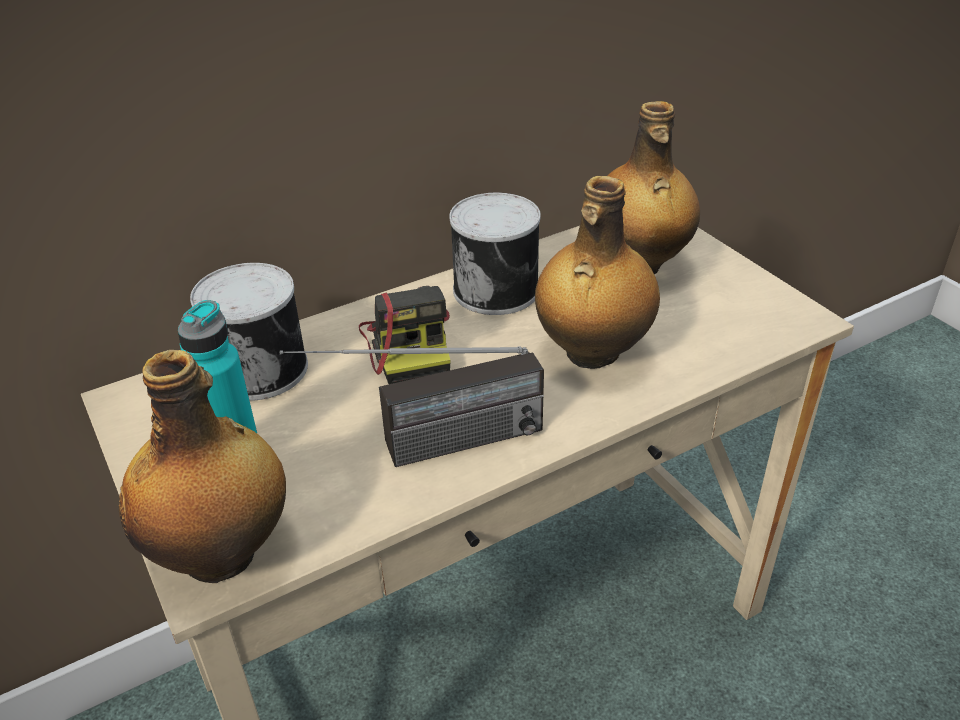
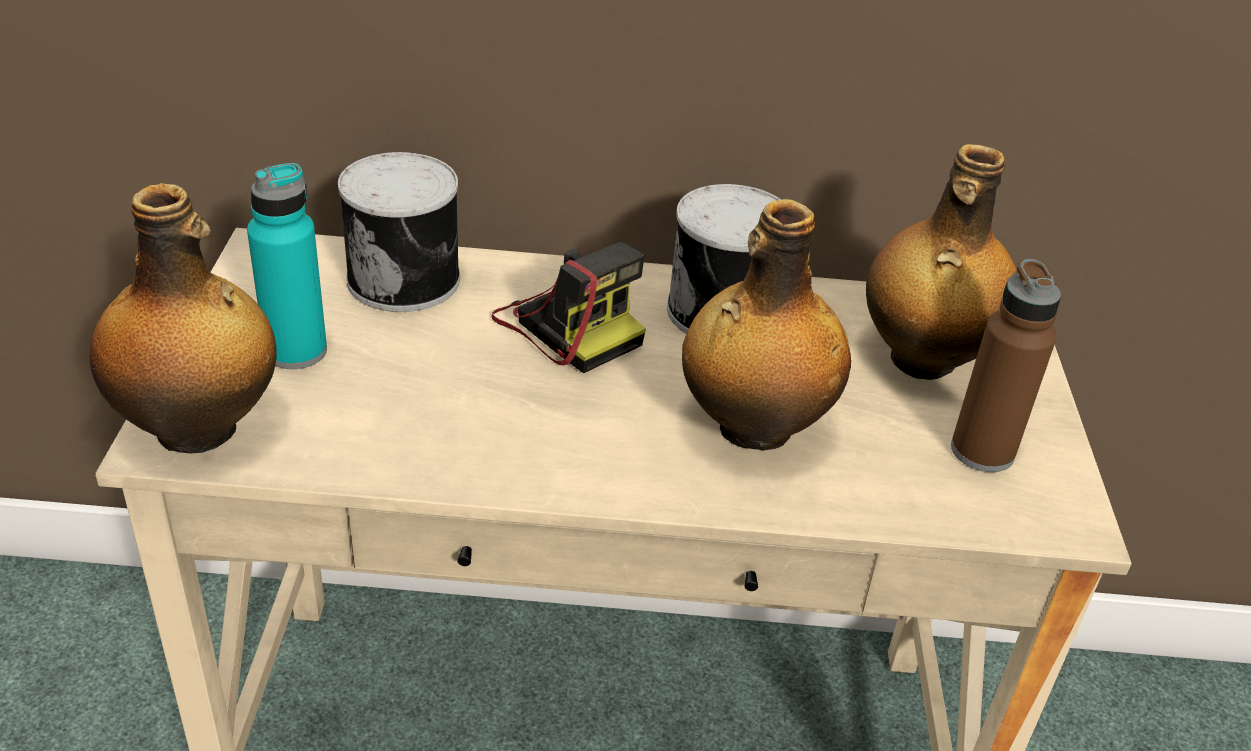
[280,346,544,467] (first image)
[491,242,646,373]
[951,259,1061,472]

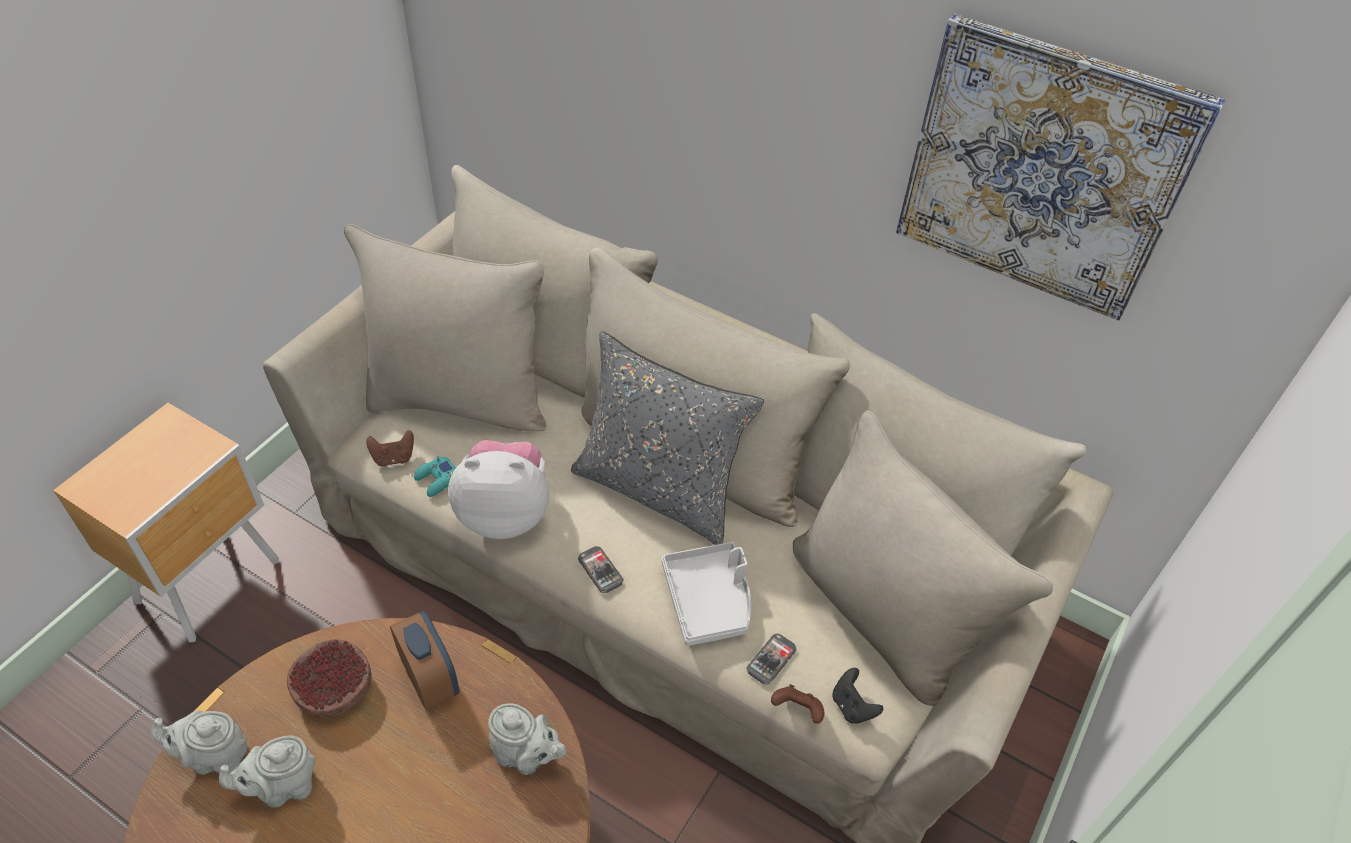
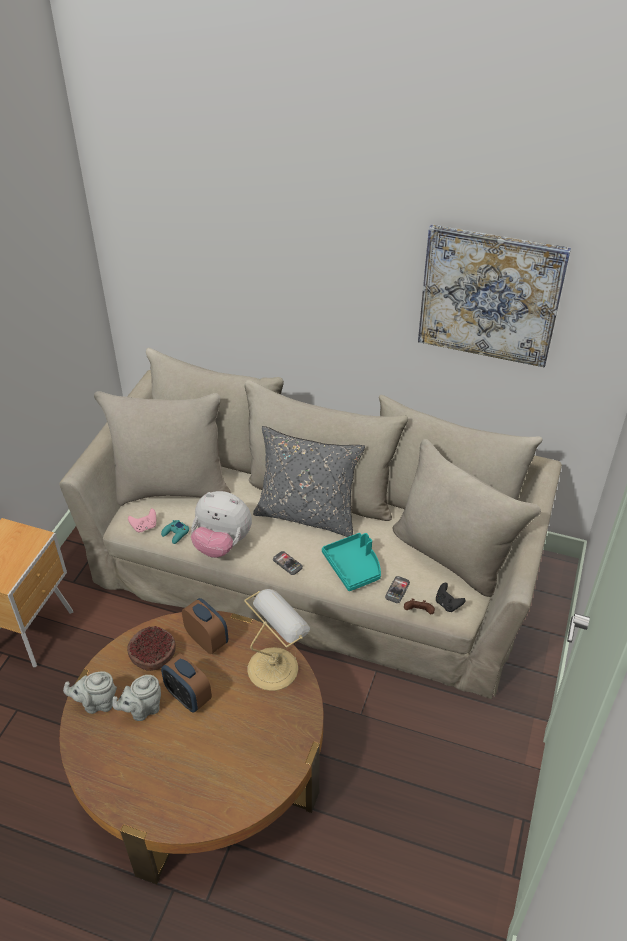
[128,508,156,532]
[191,491,252,558]
[244,589,310,691]
[322,533,381,591]
[161,653,212,713]

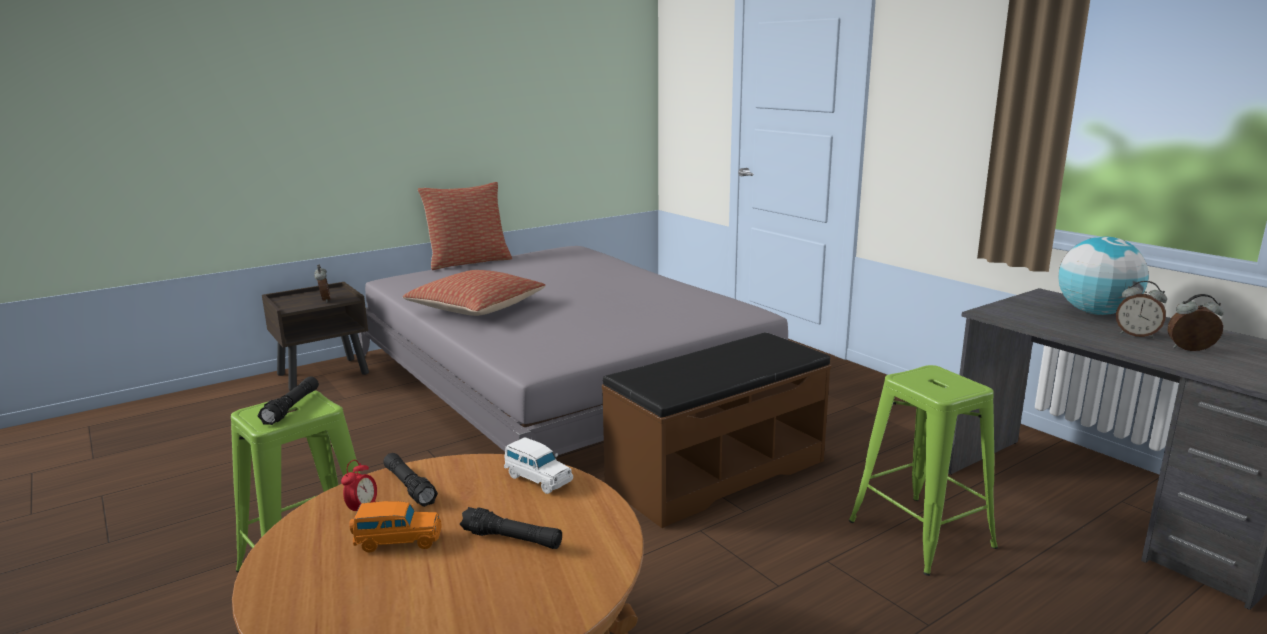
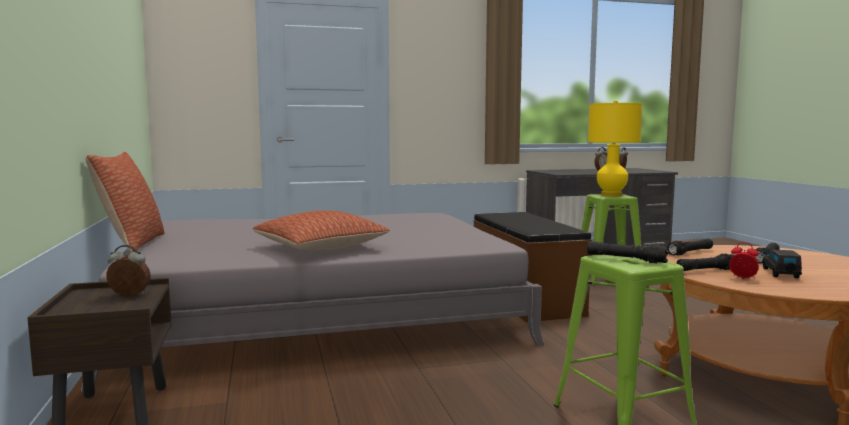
[762,250,802,278]
[667,239,713,256]
[1059,236,1149,315] (first image)
[588,100,642,197]

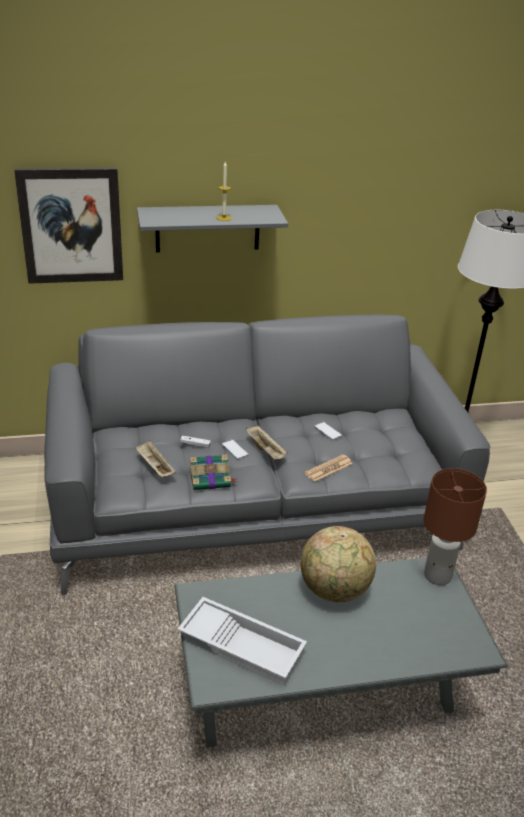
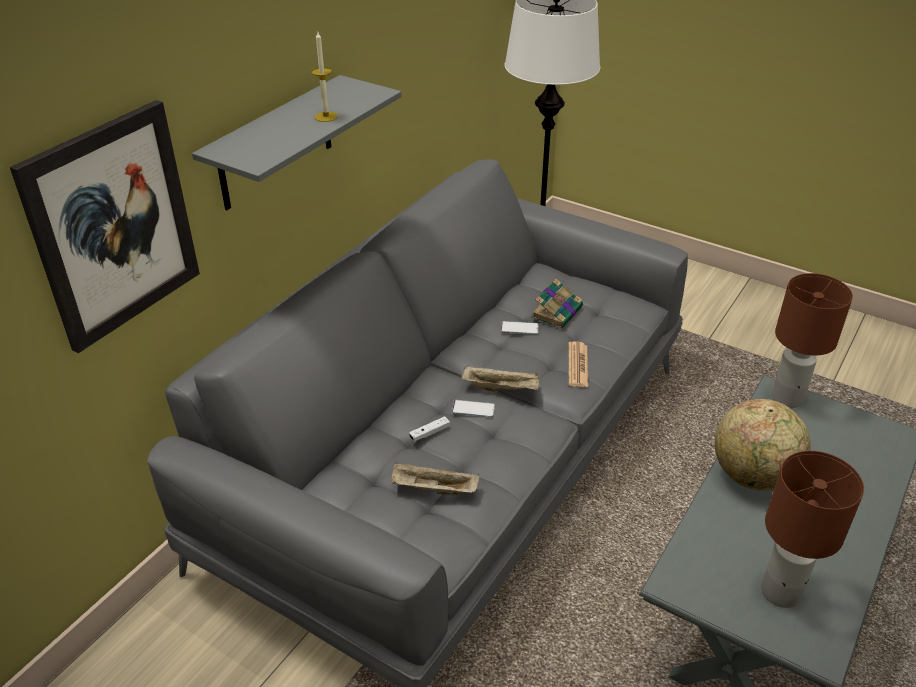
[761,451,864,608]
[531,278,583,329]

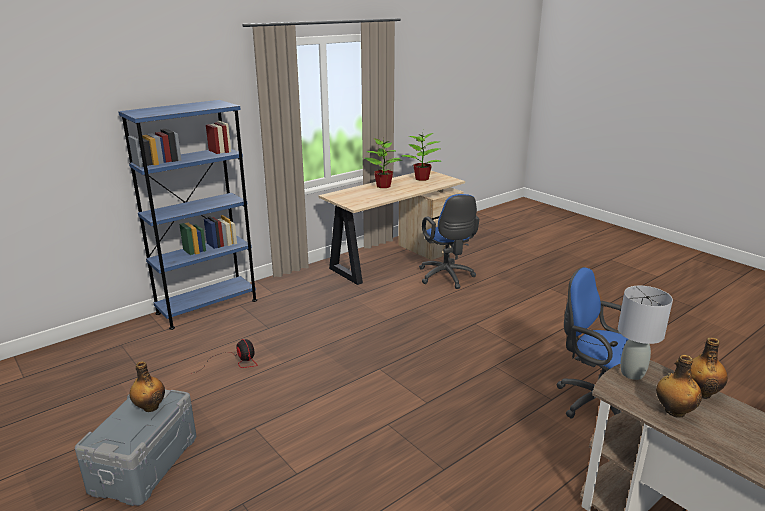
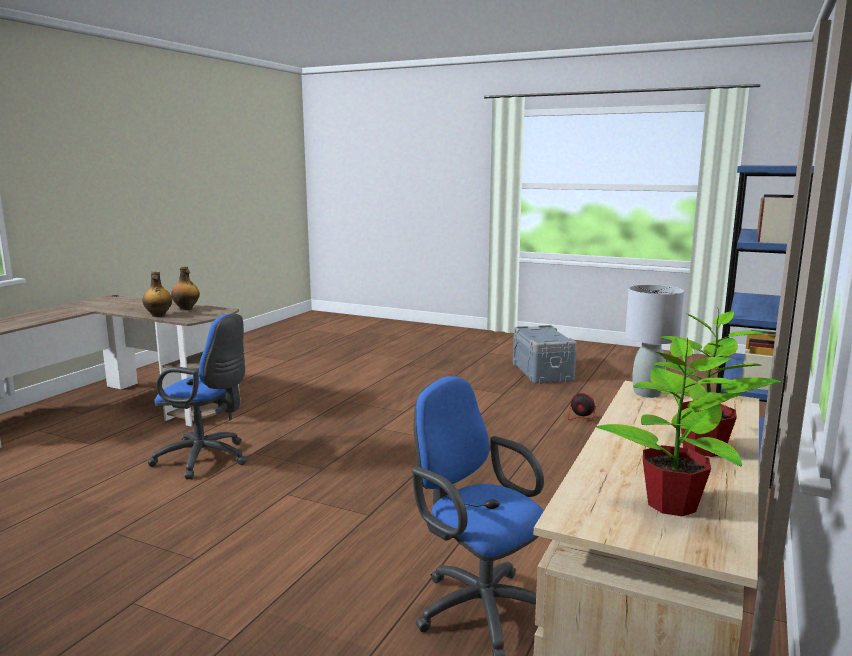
[129,361,165,412] (first image)
[625,285,684,398]

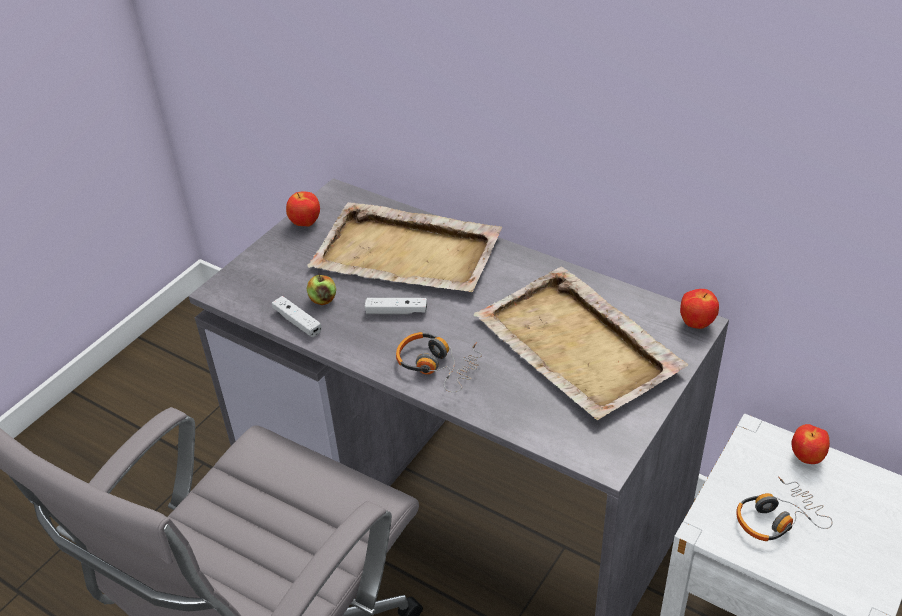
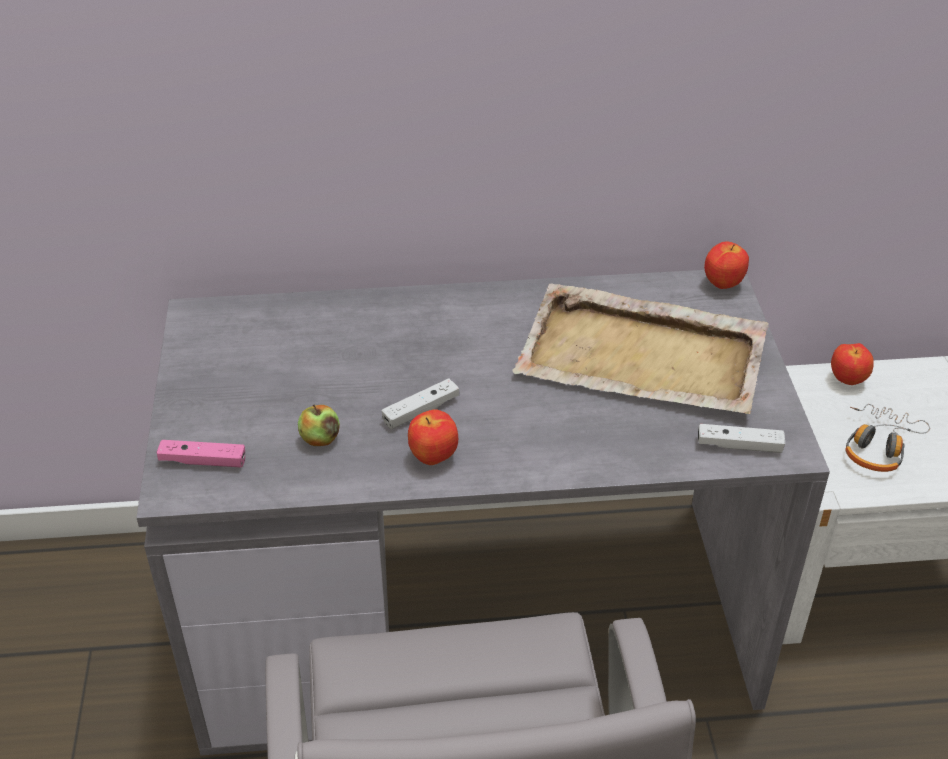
[698,424,785,453]
[408,409,458,465]
[307,202,502,292] (first image)
[396,332,482,392] (first image)
[157,440,245,467]

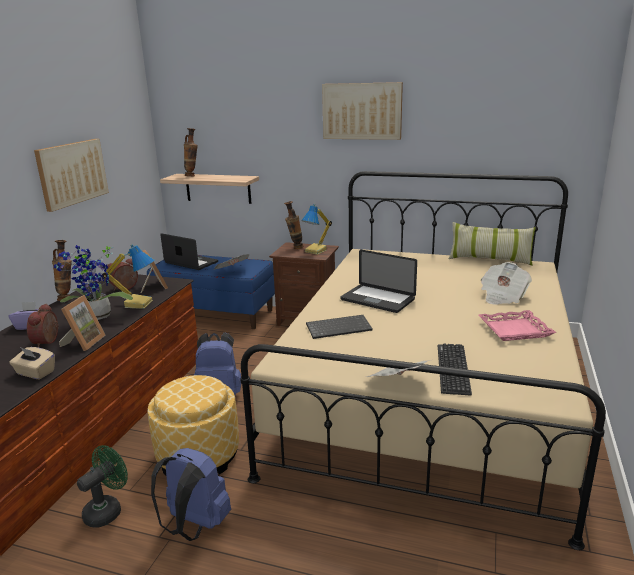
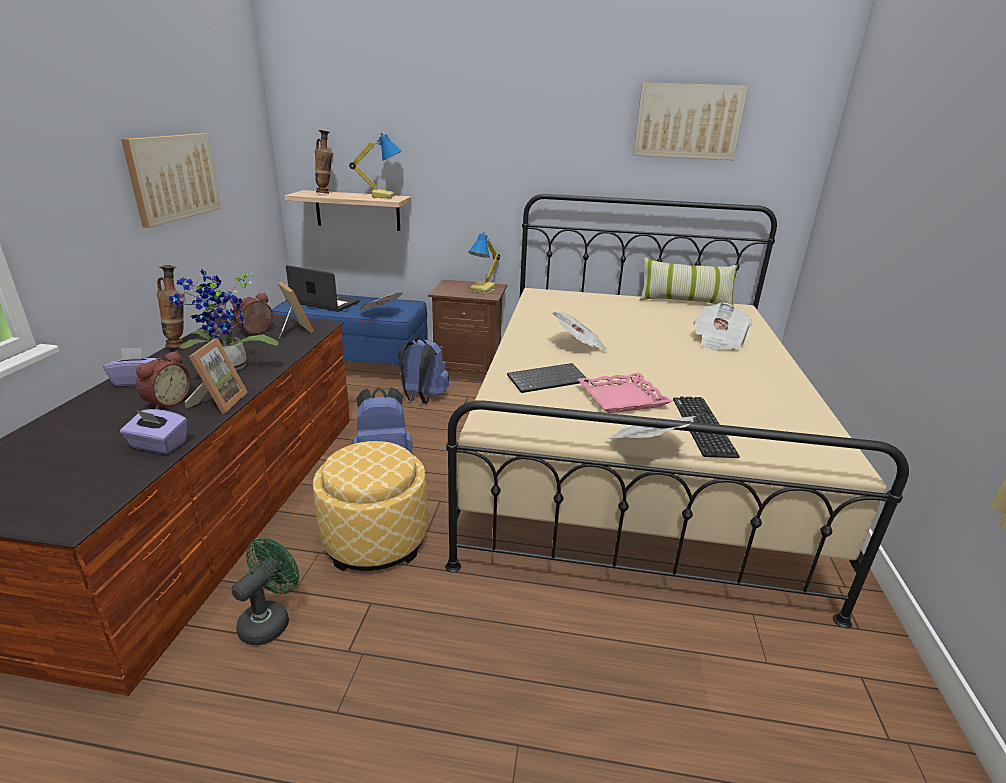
[120,409,187,454]
[136,351,191,409]
[349,133,402,199]
[398,338,449,404]
[284,201,304,249] (first image)
[633,82,748,160]
[551,311,609,351]
[577,373,672,413]

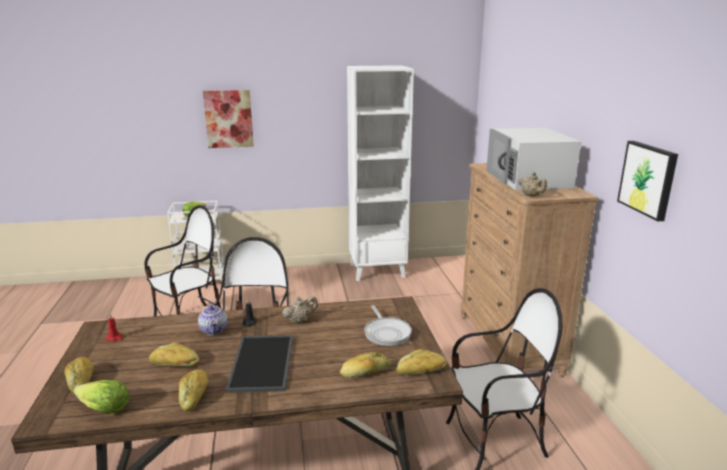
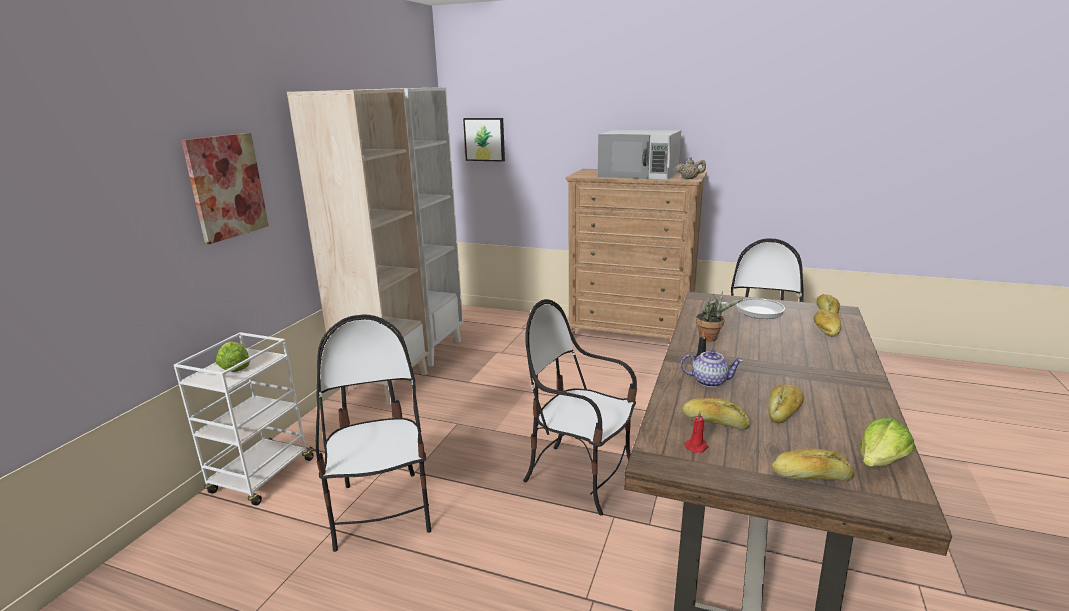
[682,398,750,429]
[226,335,293,393] (first image)
[696,291,742,342]
[463,118,505,162]
[287,89,430,406]

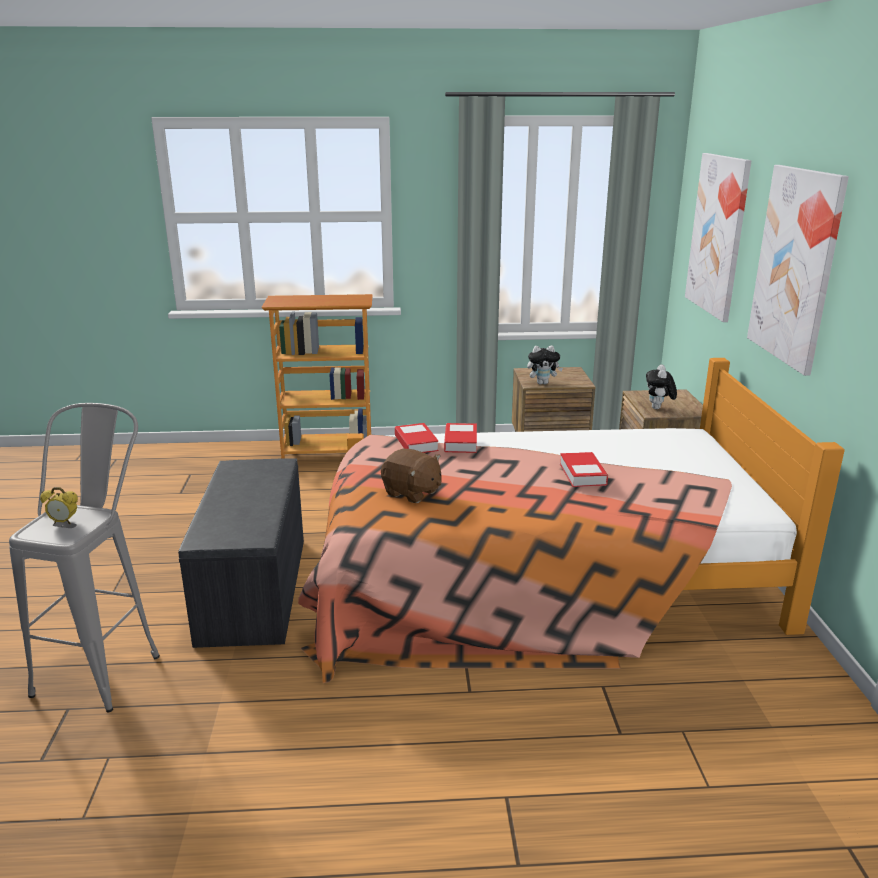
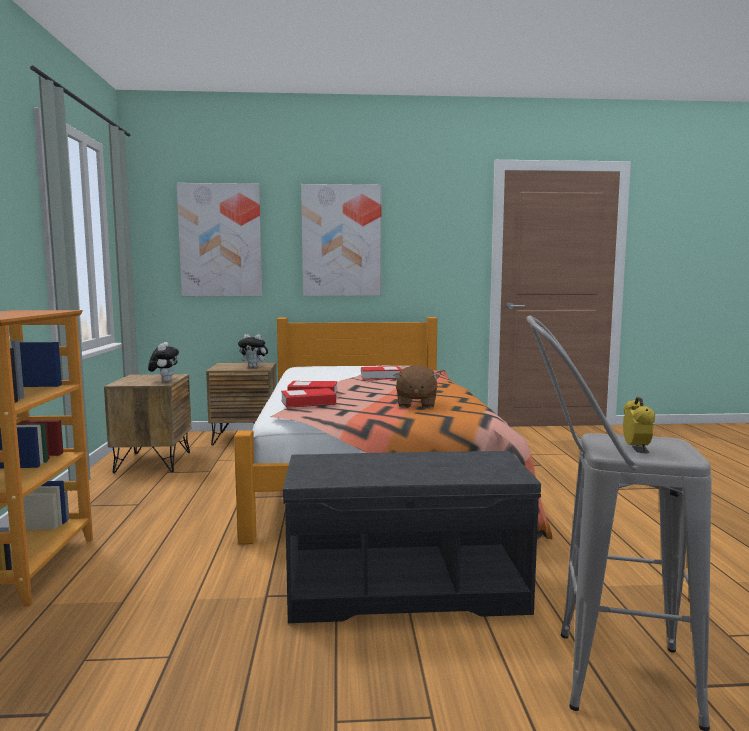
[394,365,440,408]

